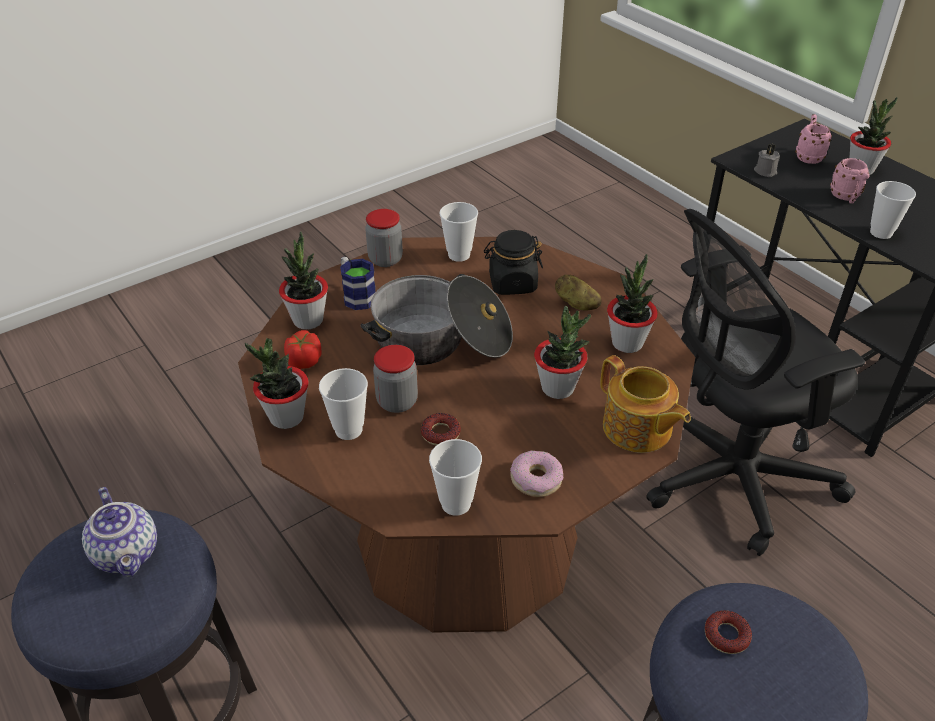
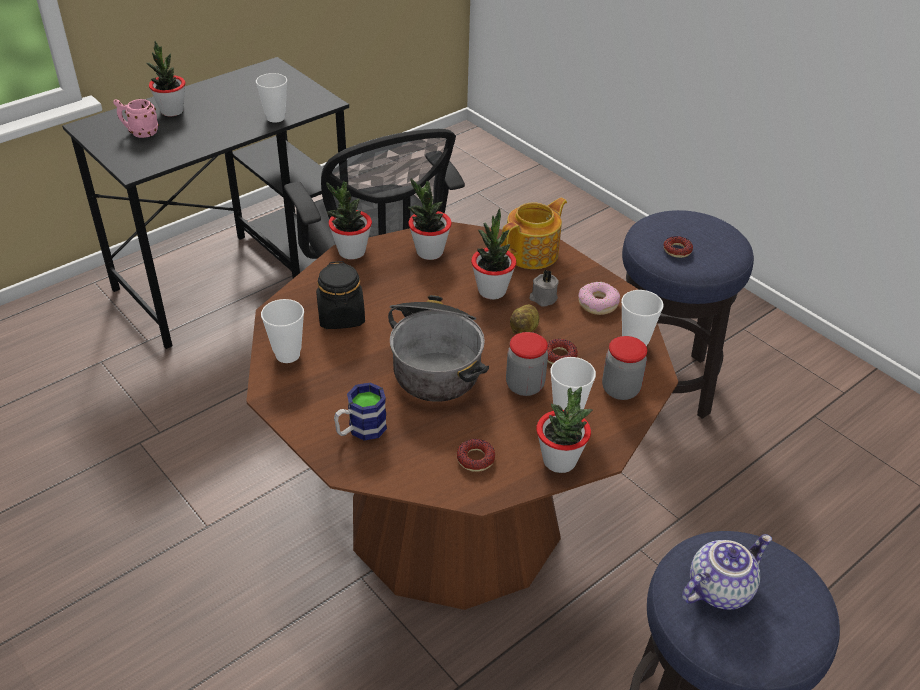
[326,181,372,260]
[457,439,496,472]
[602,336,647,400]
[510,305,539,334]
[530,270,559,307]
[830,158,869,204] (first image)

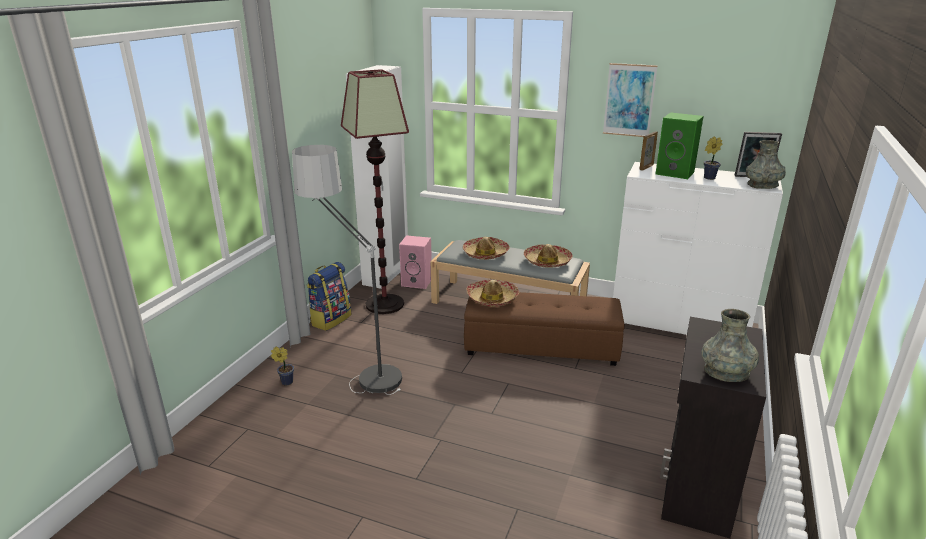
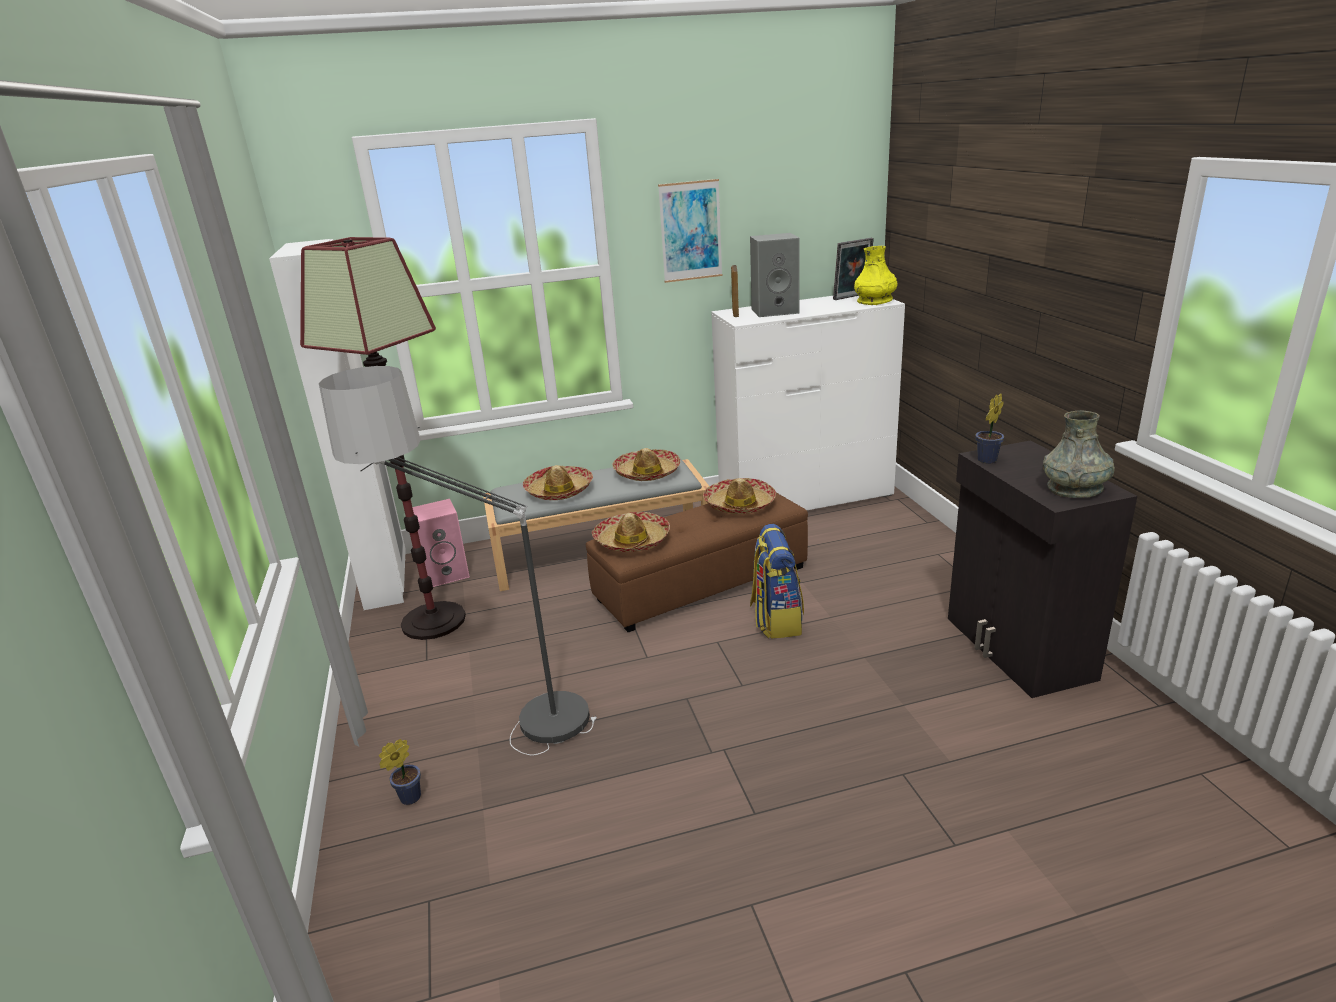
[750,524,804,639]
[750,233,800,317]
[975,394,1004,464]
[854,246,898,305]
[703,478,776,514]

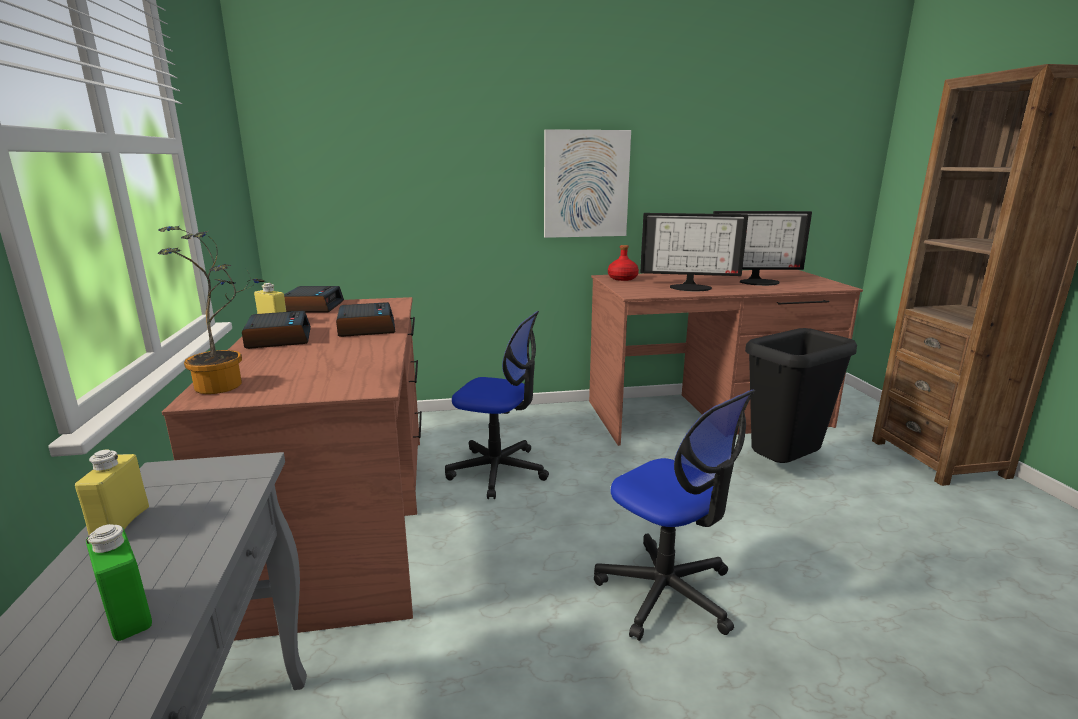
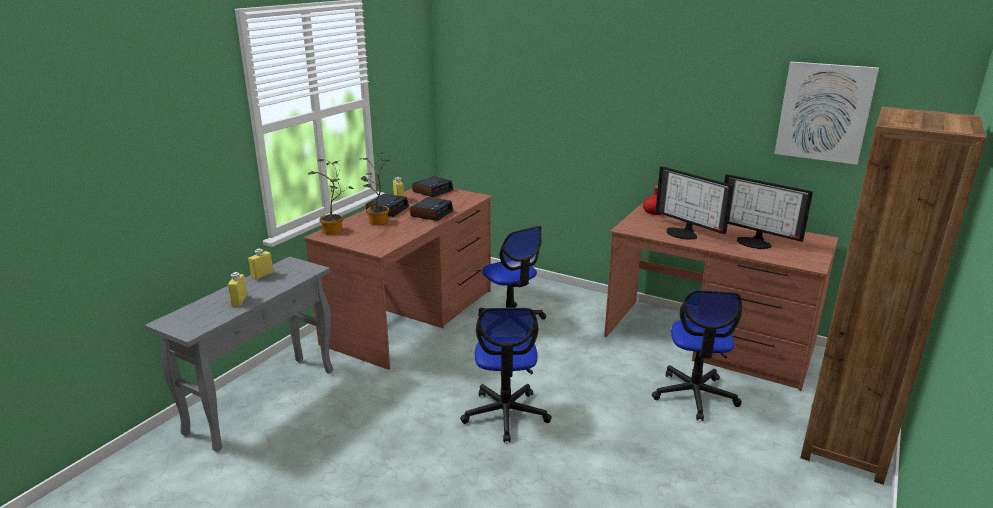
[228,272,248,306]
[774,62,879,165]
[652,290,742,421]
[360,153,389,225]

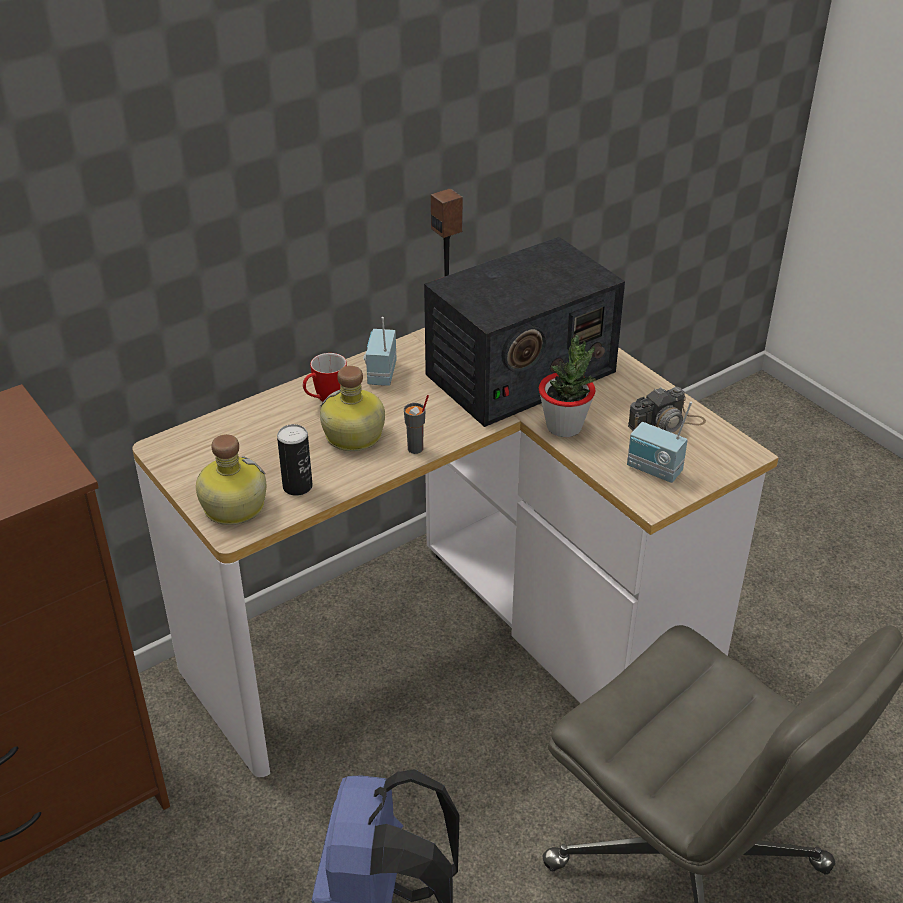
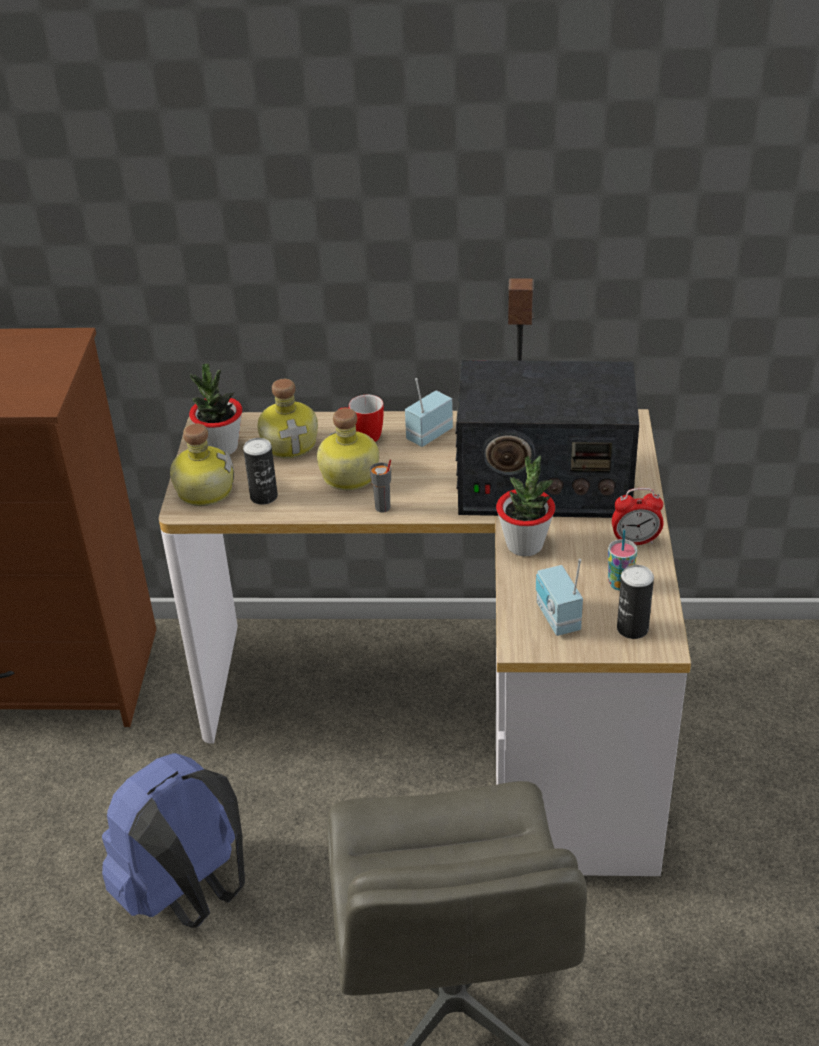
[608,530,637,590]
[189,363,242,455]
[257,379,318,459]
[612,488,664,545]
[617,565,654,639]

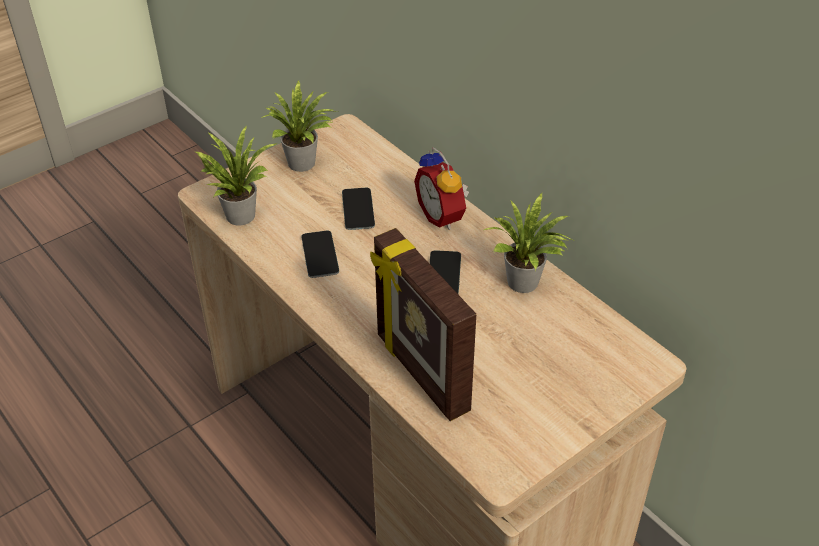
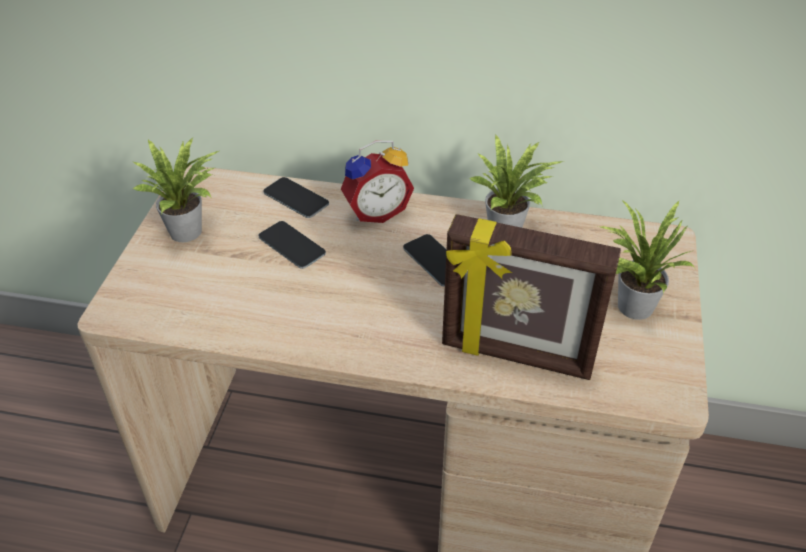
[598,200,695,320]
[263,177,329,218]
[341,141,414,223]

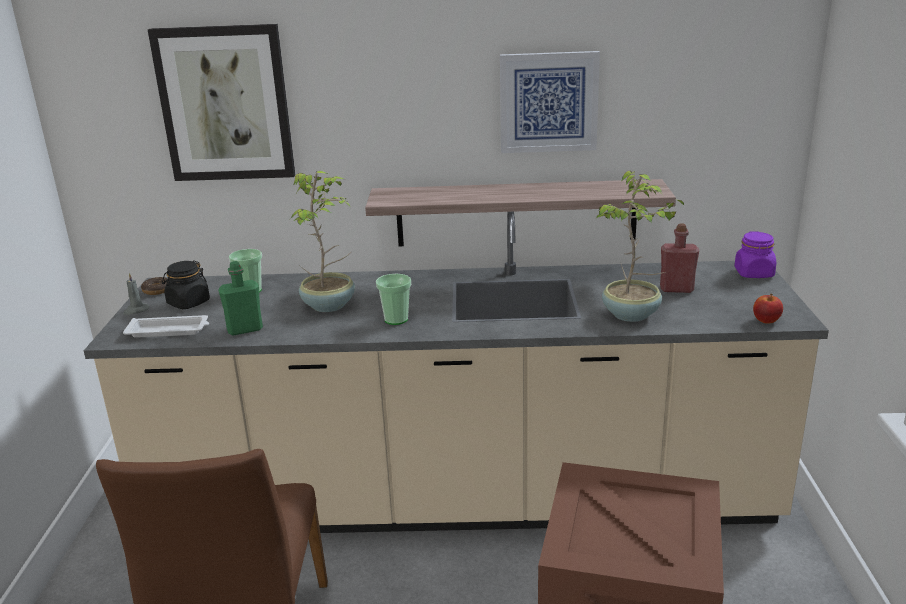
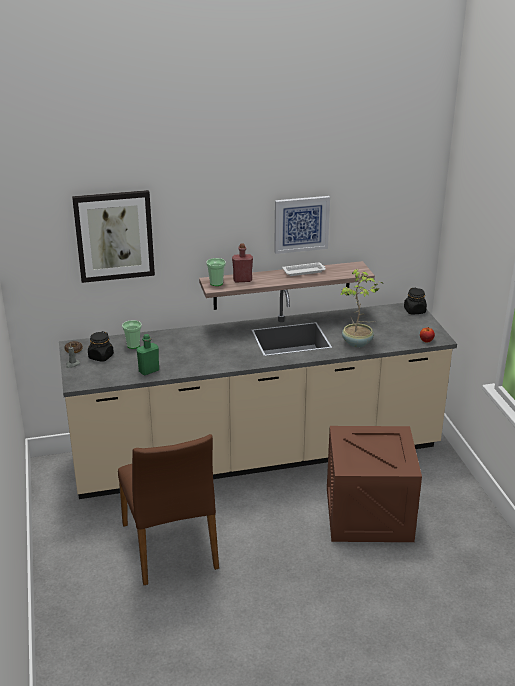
[282,262,326,276]
[290,171,355,312] (first image)
[206,258,226,286]
[232,243,253,282]
[404,288,427,314]

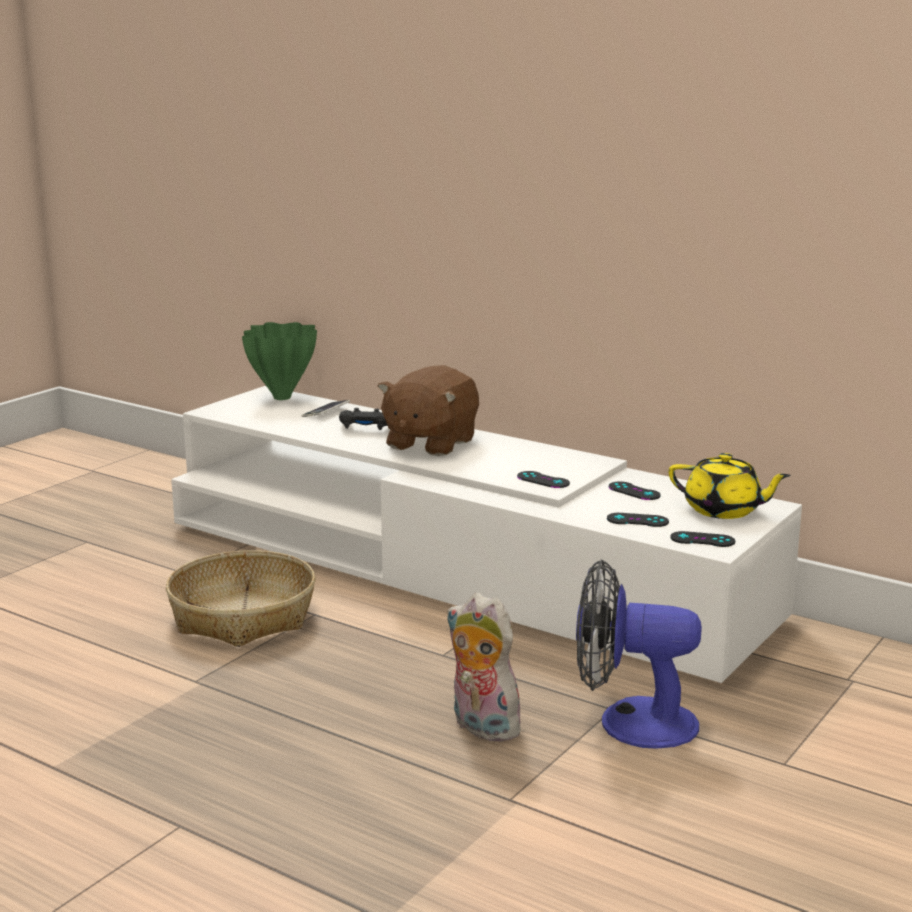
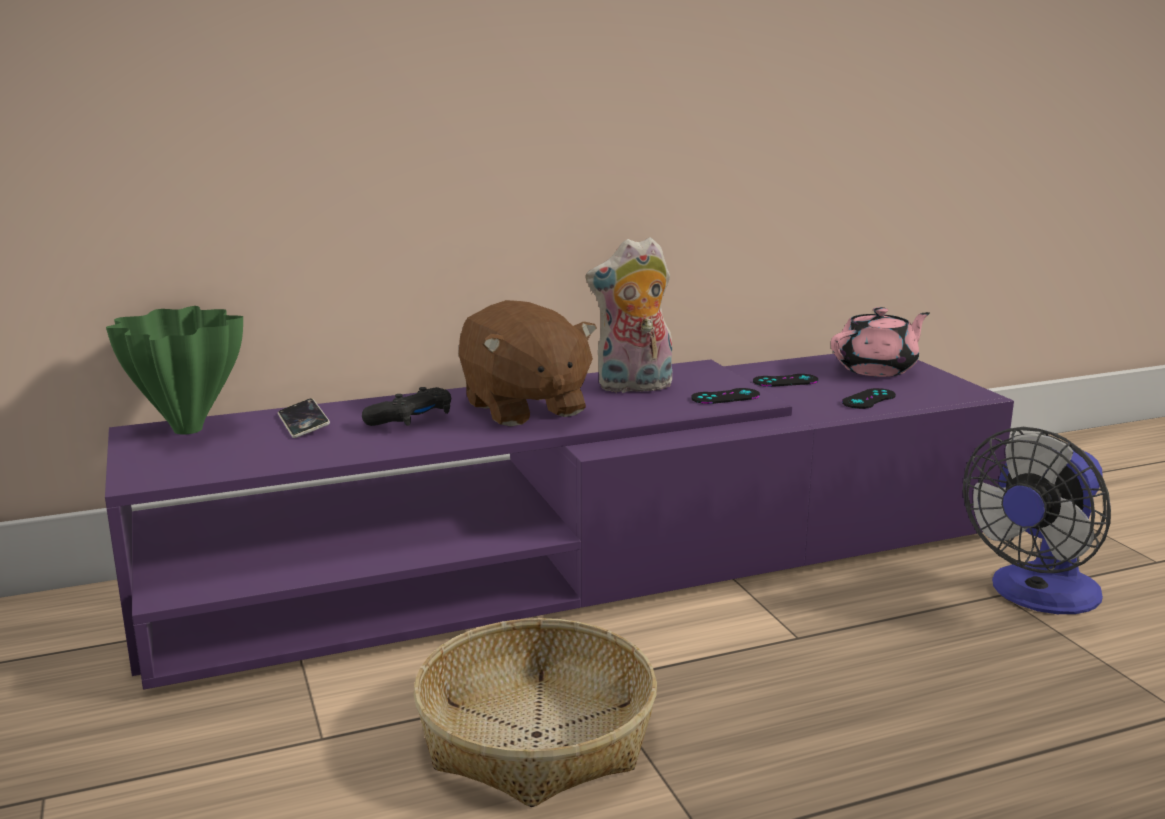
[105,354,1014,690]
[586,237,673,393]
[831,307,930,377]
[670,531,735,547] (first image)

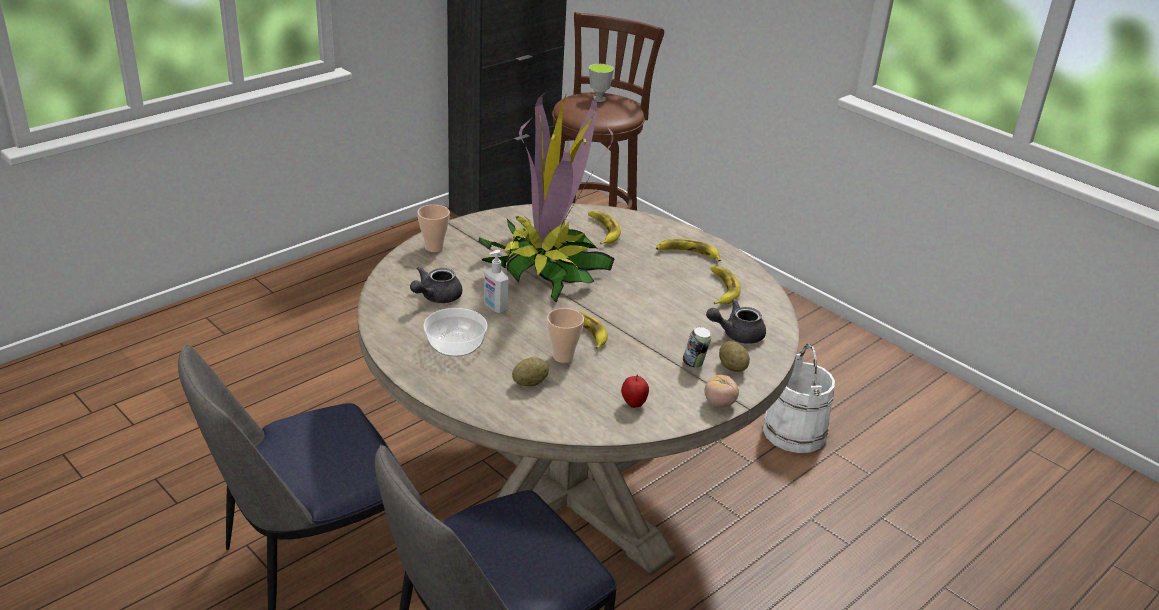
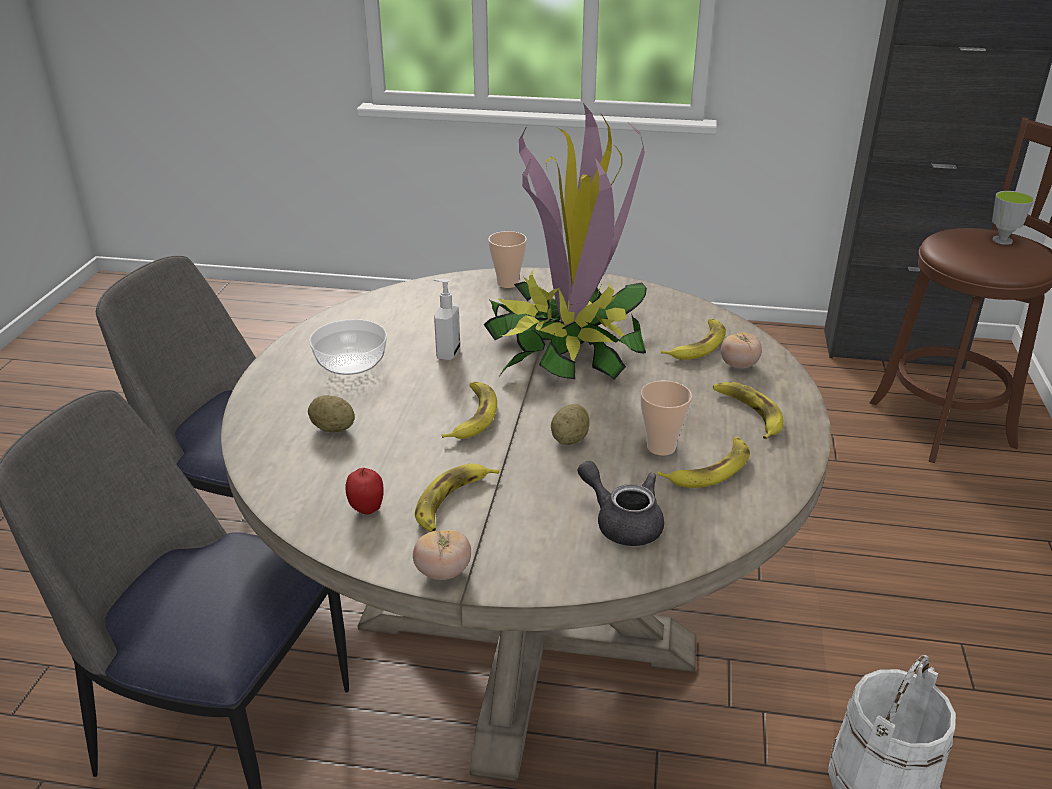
[410,266,462,303] (first image)
[641,380,692,456]
[683,327,711,368] (first image)
[551,404,589,445]
[415,463,499,532]
[721,333,762,369]

